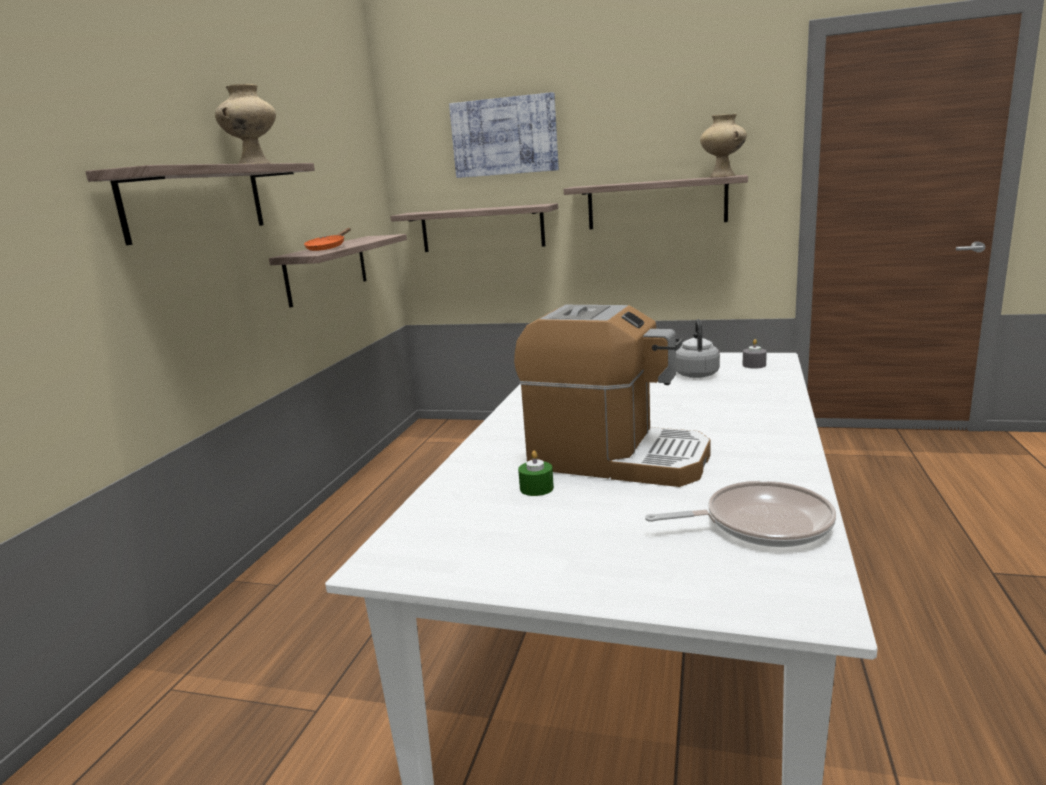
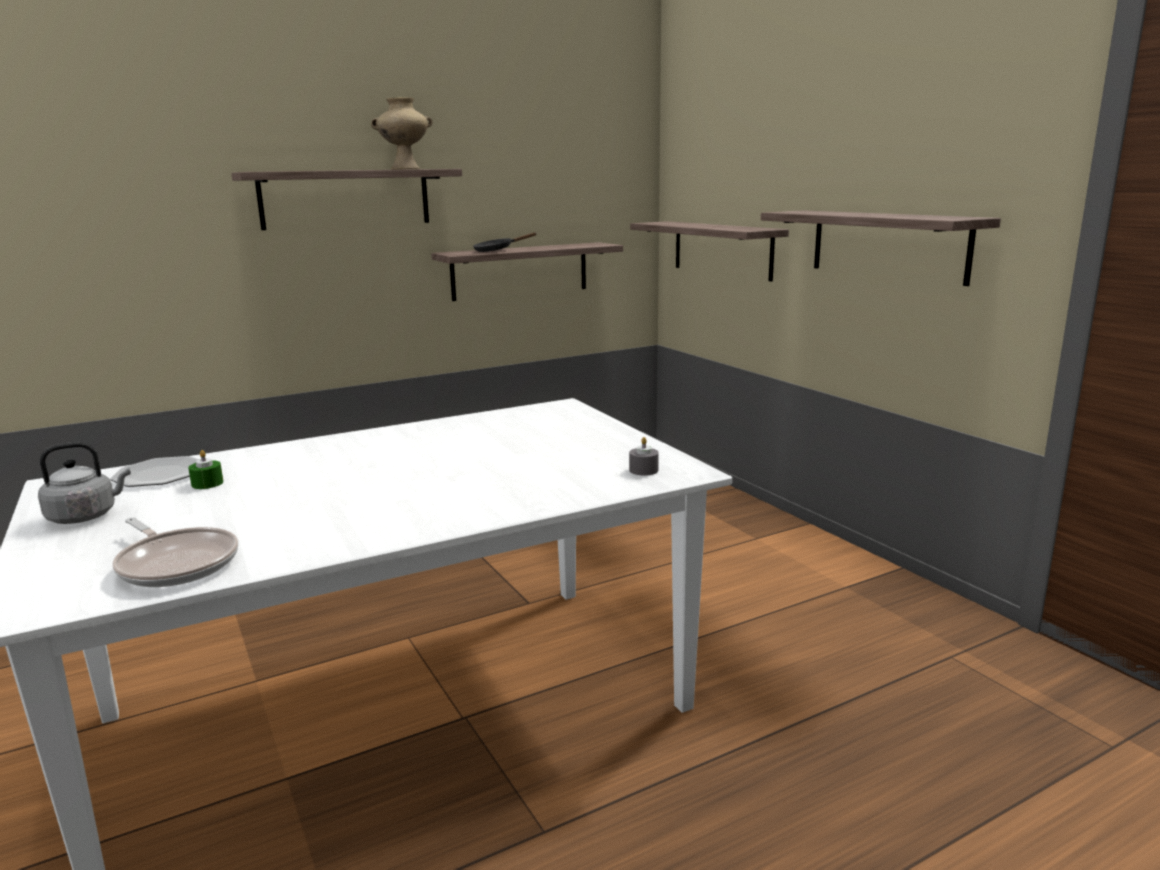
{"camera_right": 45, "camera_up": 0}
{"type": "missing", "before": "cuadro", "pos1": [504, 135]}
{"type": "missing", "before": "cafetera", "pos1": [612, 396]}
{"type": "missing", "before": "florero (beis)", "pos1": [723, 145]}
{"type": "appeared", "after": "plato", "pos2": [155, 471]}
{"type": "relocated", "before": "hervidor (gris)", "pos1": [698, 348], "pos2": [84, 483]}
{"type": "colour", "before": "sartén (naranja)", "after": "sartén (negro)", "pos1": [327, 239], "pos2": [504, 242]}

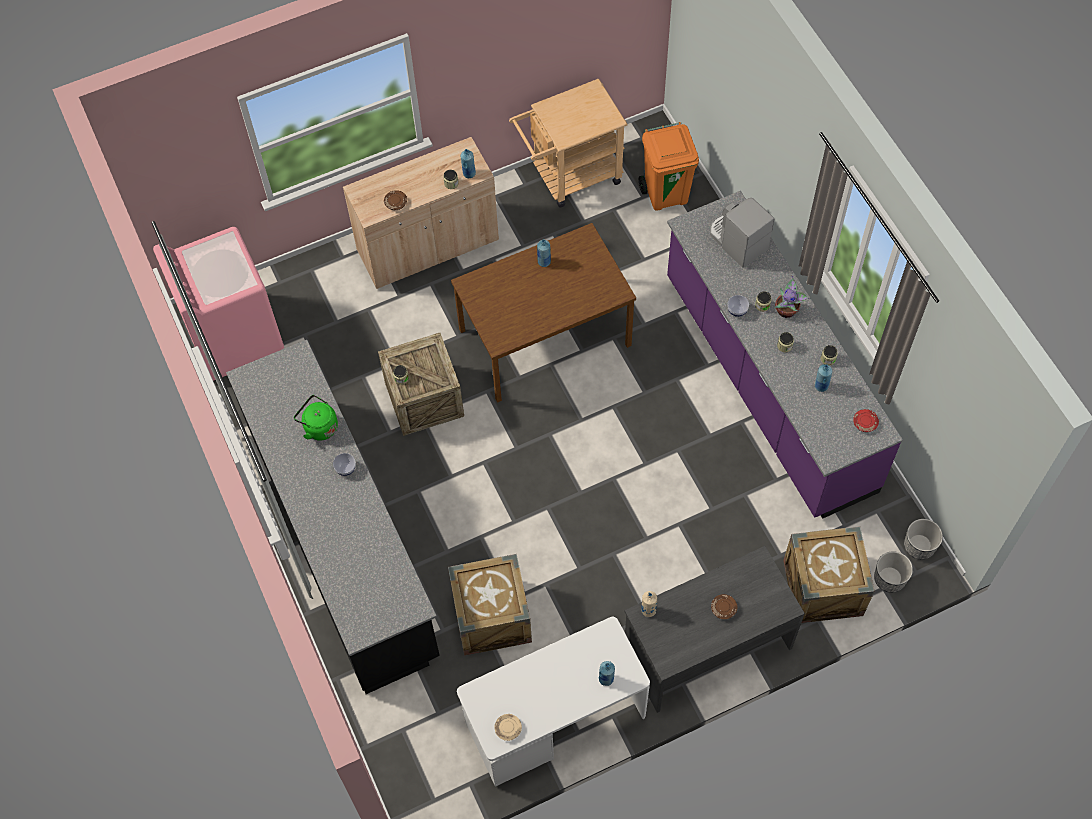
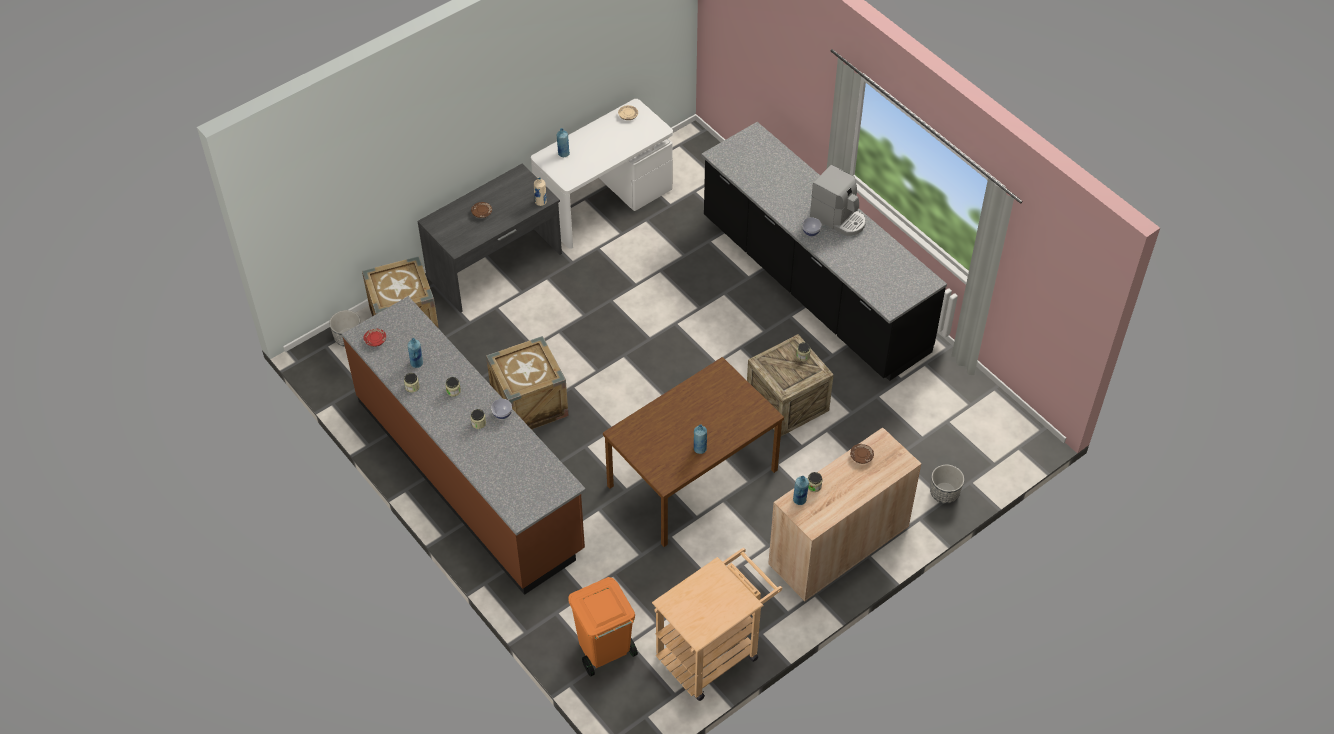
{"camera_right": 165, "camera_up": -10}
{"type": "missing", "before": "lavadora (rosa)", "pos1": [218, 304]}
{"type": "missing", "before": "hervidor (verde)", "pos1": [316, 418]}
{"type": "missing", "before": "planta en maceta", "pos1": [792, 297]}
{"type": "relocated", "before": "caja de embalaje", "pos1": [490, 605], "pos2": [527, 383]}
{"type": "relocated", "before": "cafetera", "pos1": [742, 233], "pos2": [838, 200]}
{"type": "relocated", "before": "maceta", "pos1": [923, 539], "pos2": [947, 484]}
{"type": "colour", "before": "mueble bajo de cocina (morado)", "after": "mueble bajo de cocina (marrón)", "pos1": [785, 354], "pos2": [464, 445]}

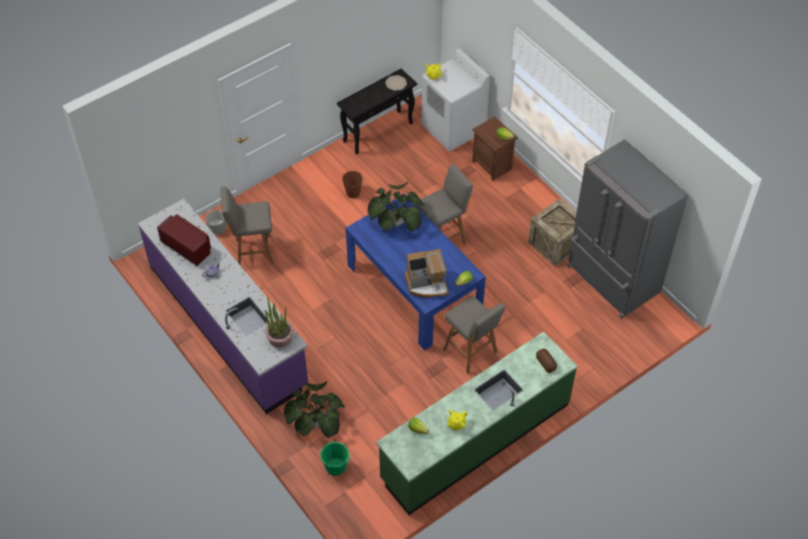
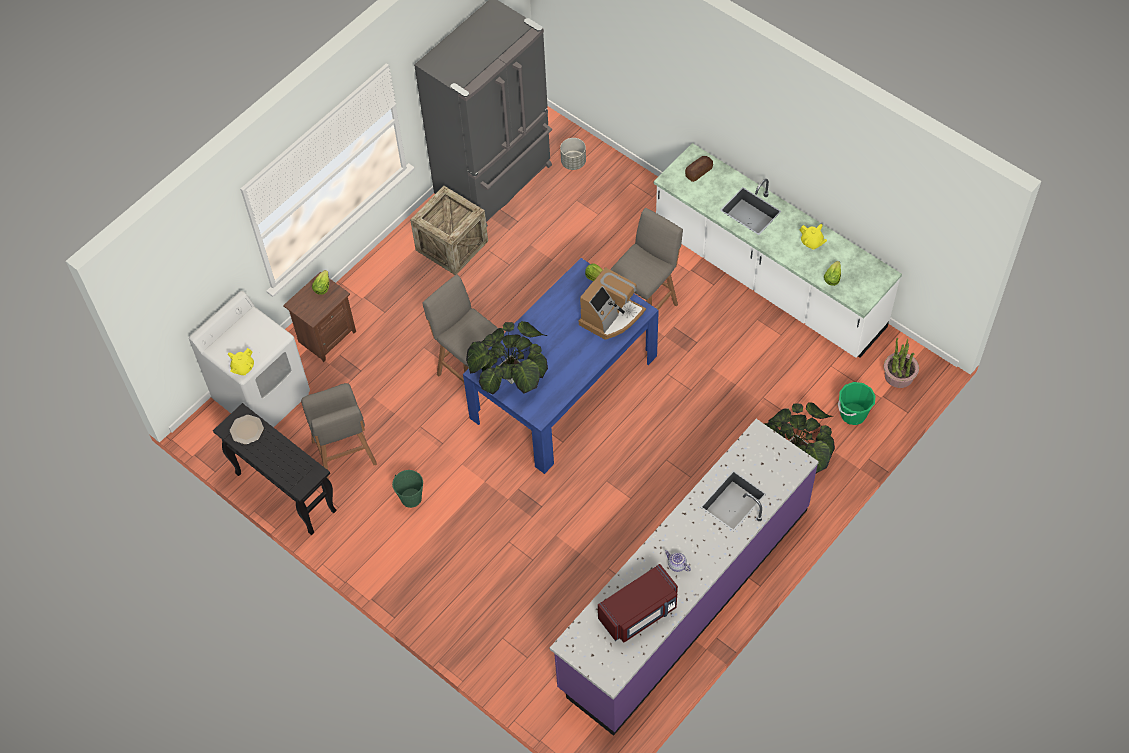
{"camera_right": -100, "camera_up": 5}
{"type": "relocated", "before": "maceta (gris)", "pos1": [216, 222], "pos2": [573, 154]}
{"type": "relocated", "before": "taburete (gris)", "pos1": [247, 226], "pos2": [339, 431]}
{"type": "relocated", "before": "planta en maceta", "pos1": [279, 322], "pos2": [901, 363]}
{"type": "colour", "before": "cubo (marrón)", "after": "cubo (verde)", "pos1": [352, 184], "pos2": [407, 489]}
{"type": "colour", "before": "mueble bajo de cocina (verde)", "after": "mueble bajo de cocina (blanco)", "pos1": [477, 423], "pos2": [778, 250]}
{"type": "spun", "before": "microondas (rojo)", "pos1": [184, 240], "pos2": [638, 603], "turn": -150}
{"type": "spun", "before": "cafetera", "pos1": [427, 273], "pos2": [612, 303], "turn": 60}

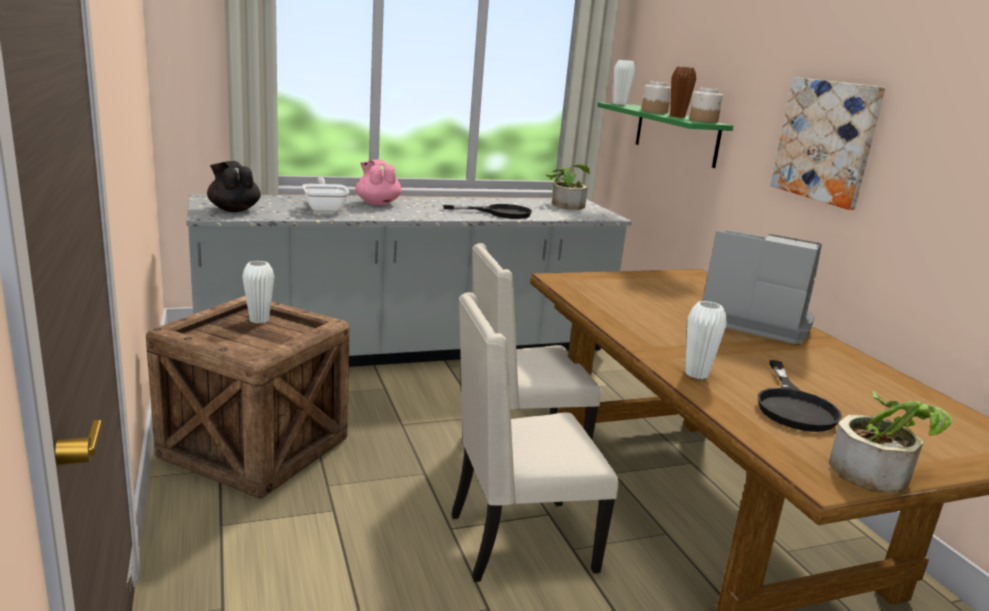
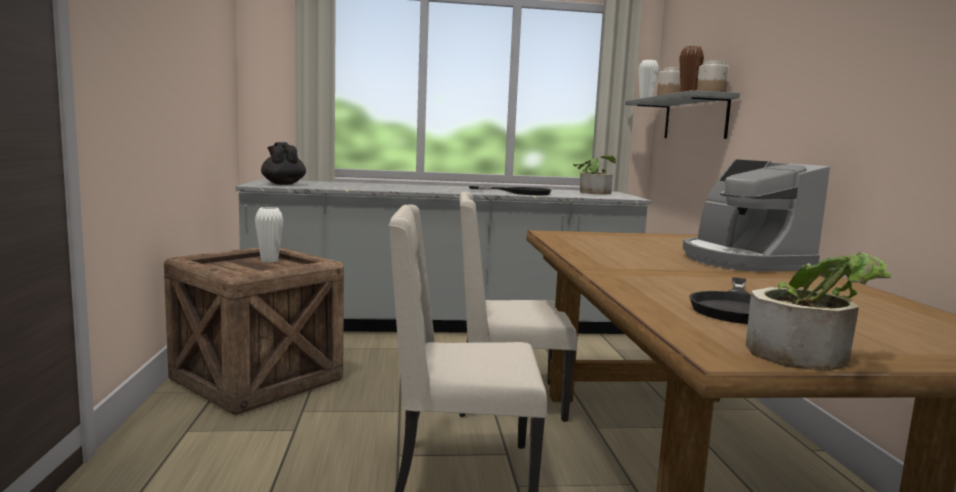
{"camera_right": 15, "camera_up": -10}
{"type": "missing", "before": "sartén", "pos1": [326, 194]}
{"type": "missing", "before": "tetera (rosa)", "pos1": [379, 182]}
{"type": "missing", "before": "florero (blanco)", "pos1": [706, 340]}
{"type": "missing", "before": "cuadro", "pos1": [828, 143]}
{"type": "colour", "before": "estante (verde)", "after": "estante (gris)", "pos1": [665, 135], "pos2": [682, 114]}
{"type": "spun", "before": "cafetera", "pos1": [762, 287], "pos2": [756, 215], "turn": -150}

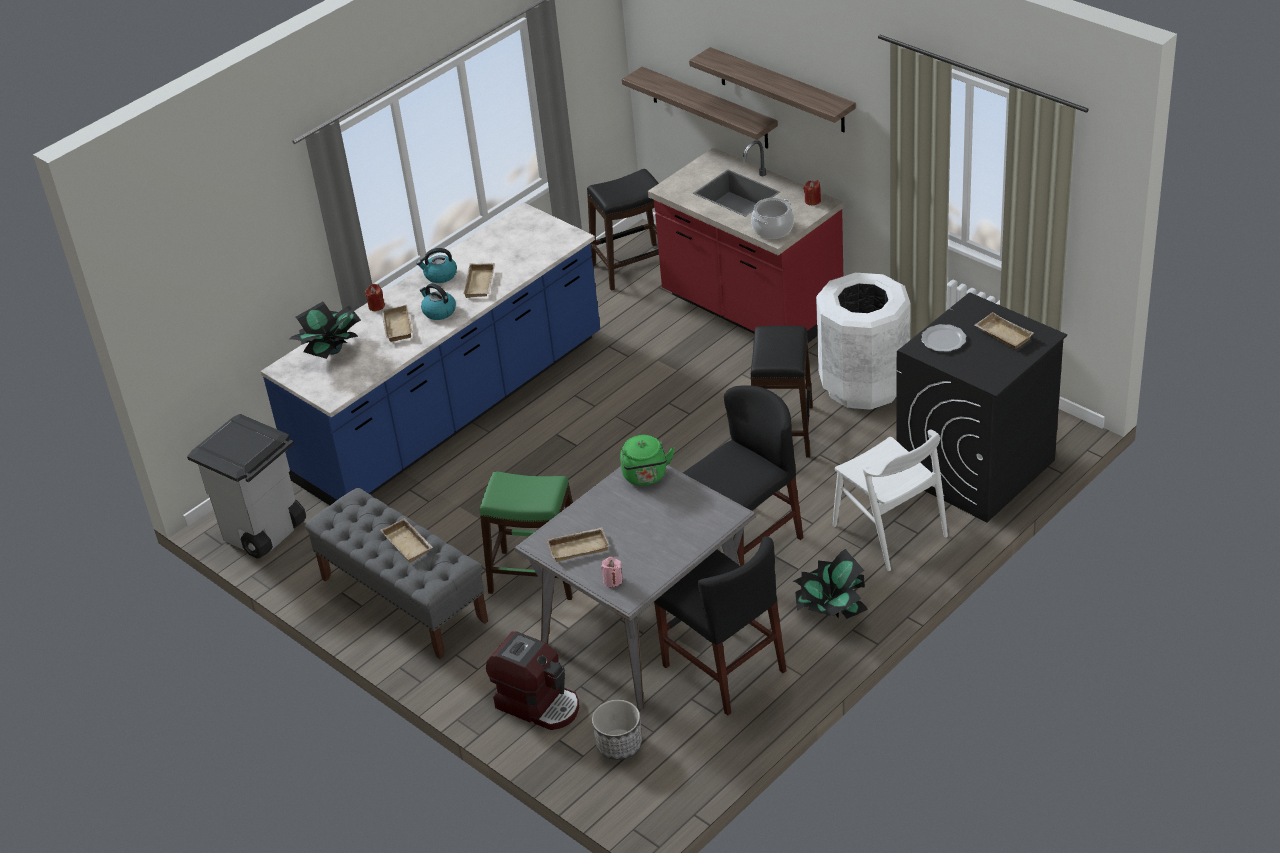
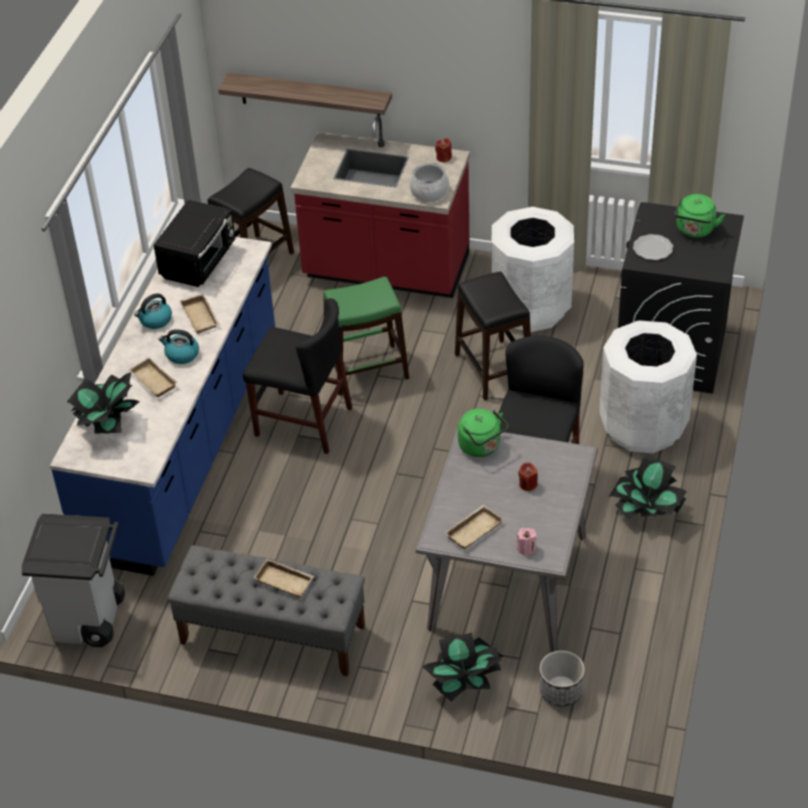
{"camera_right": -30, "camera_up": 5}
{"type": "missing", "before": "estante", "pos1": [772, 89]}
{"type": "appeared", "after": "microondas (negro)", "pos2": [194, 243]}
{"type": "relocated", "before": "vela (rojo)", "pos1": [375, 297], "pos2": [528, 476]}
{"type": "relocated", "before": "taburete (verde)", "pos1": [526, 536], "pos2": [366, 336]}
{"type": "relocated", "before": "silla (negro)", "pos1": [720, 625], "pos2": [297, 376]}
{"type": "exchanged", "before": "cafetera", "after": "planta en maceta", "pos1": [532, 680], "pos2": [463, 667]}
{"type": "exchanged", "before": "silla (blanco)", "after": "papelera (blanco)", "pos1": [890, 500], "pos2": [648, 386]}
{"type": "exchanged", "before": "bandeja (beis)", "after": "hervidor (verde)", "pos1": [1004, 330], "pos2": [700, 216]}

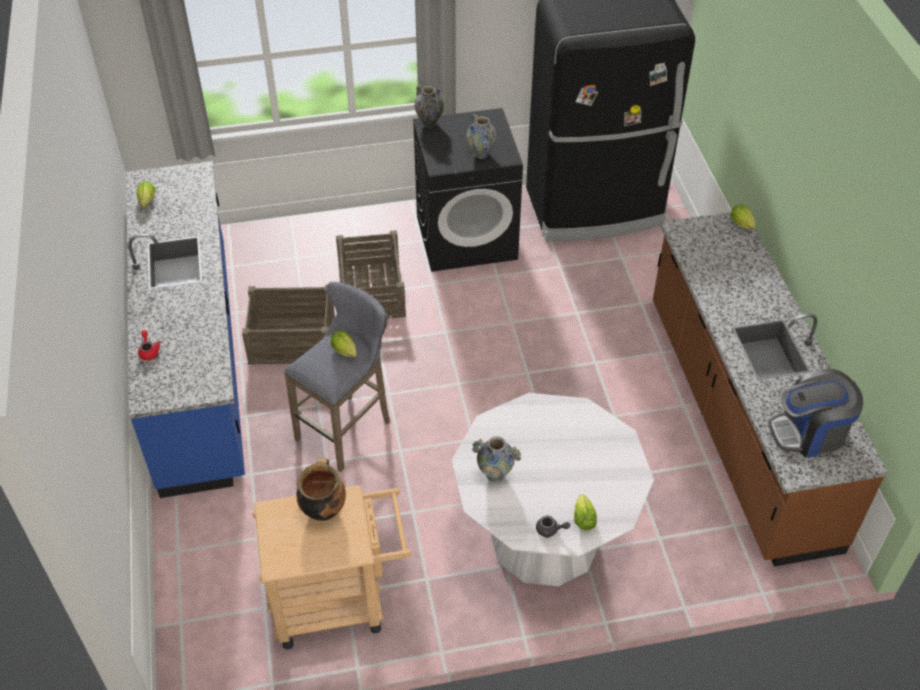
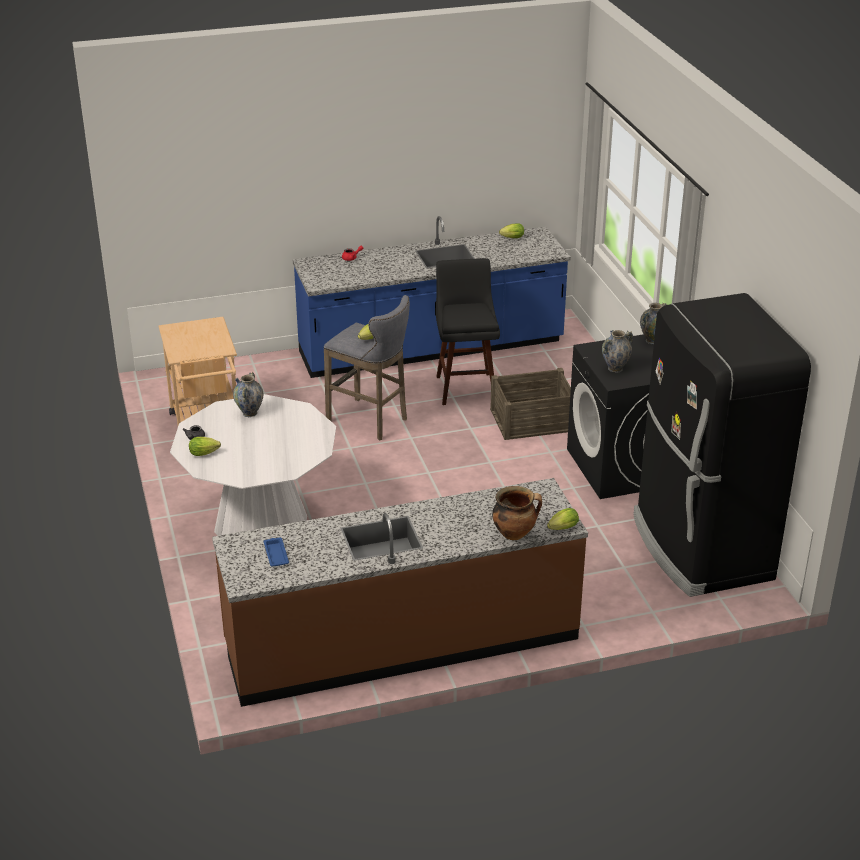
{"camera_right": 85, "camera_up": -15}
{"type": "relocated", "before": "olla", "pos1": [321, 489], "pos2": [517, 513]}
{"type": "exchanged", "before": "caja de embalaje", "after": "taburete (negro)", "pos1": [288, 325], "pos2": [468, 331]}
{"type": "exchanged", "before": "cafetera", "after": "bandeja (azul)", "pos1": [816, 413], "pos2": [276, 552]}

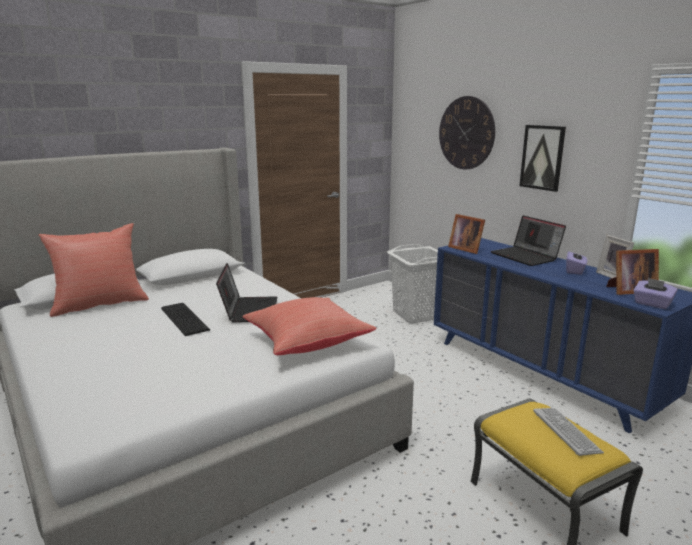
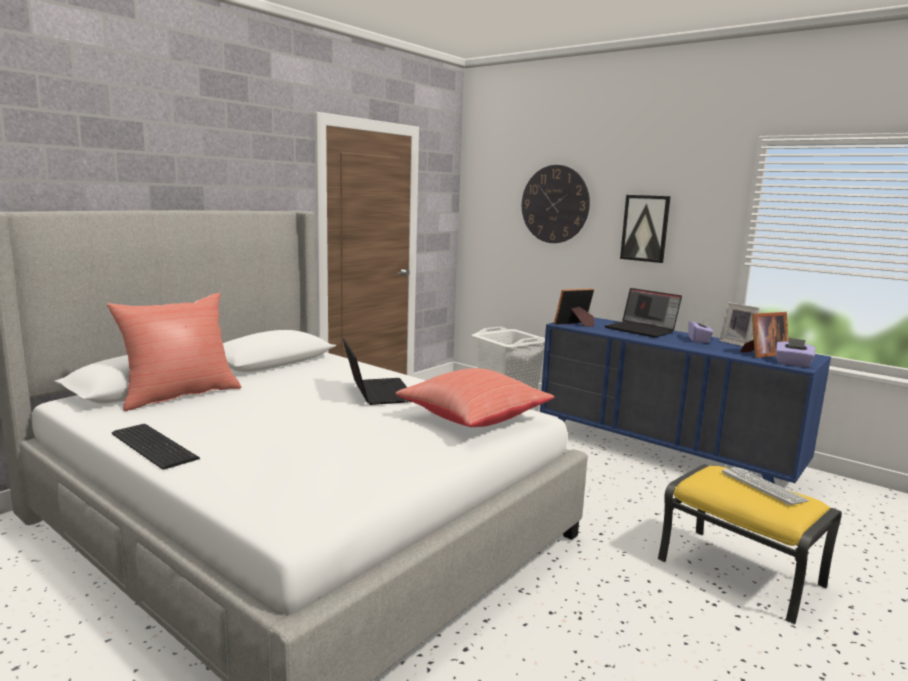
{"camera_right": -15, "camera_up": -5}
{"type": "relocated", "before": "teclado", "pos1": [185, 319], "pos2": [156, 447]}
{"type": "spun", "before": "portarretratos", "pos1": [466, 234], "pos2": [574, 307], "turn": 120}

